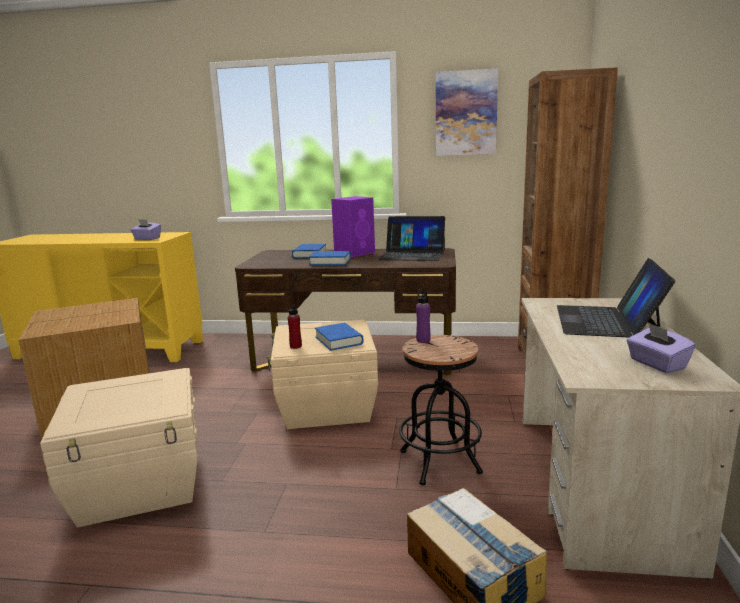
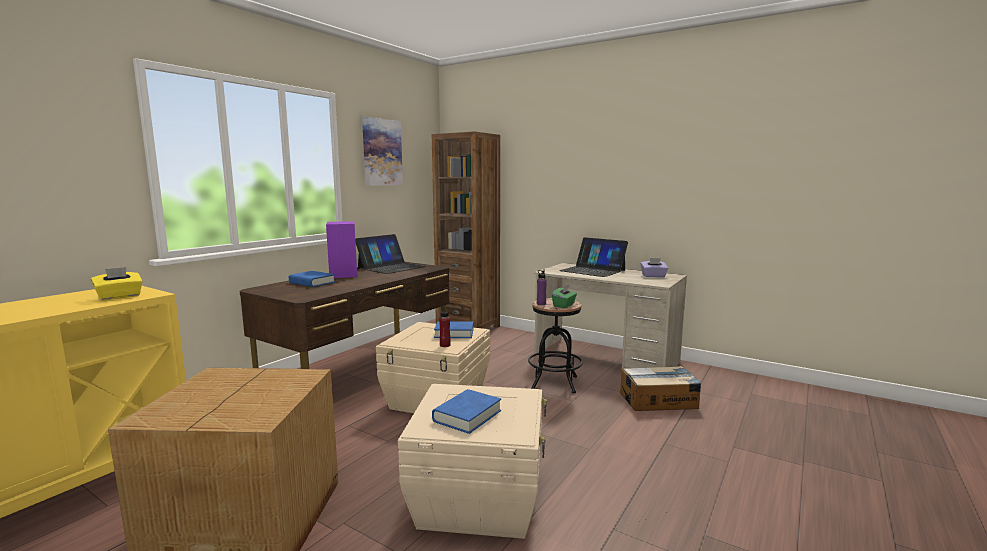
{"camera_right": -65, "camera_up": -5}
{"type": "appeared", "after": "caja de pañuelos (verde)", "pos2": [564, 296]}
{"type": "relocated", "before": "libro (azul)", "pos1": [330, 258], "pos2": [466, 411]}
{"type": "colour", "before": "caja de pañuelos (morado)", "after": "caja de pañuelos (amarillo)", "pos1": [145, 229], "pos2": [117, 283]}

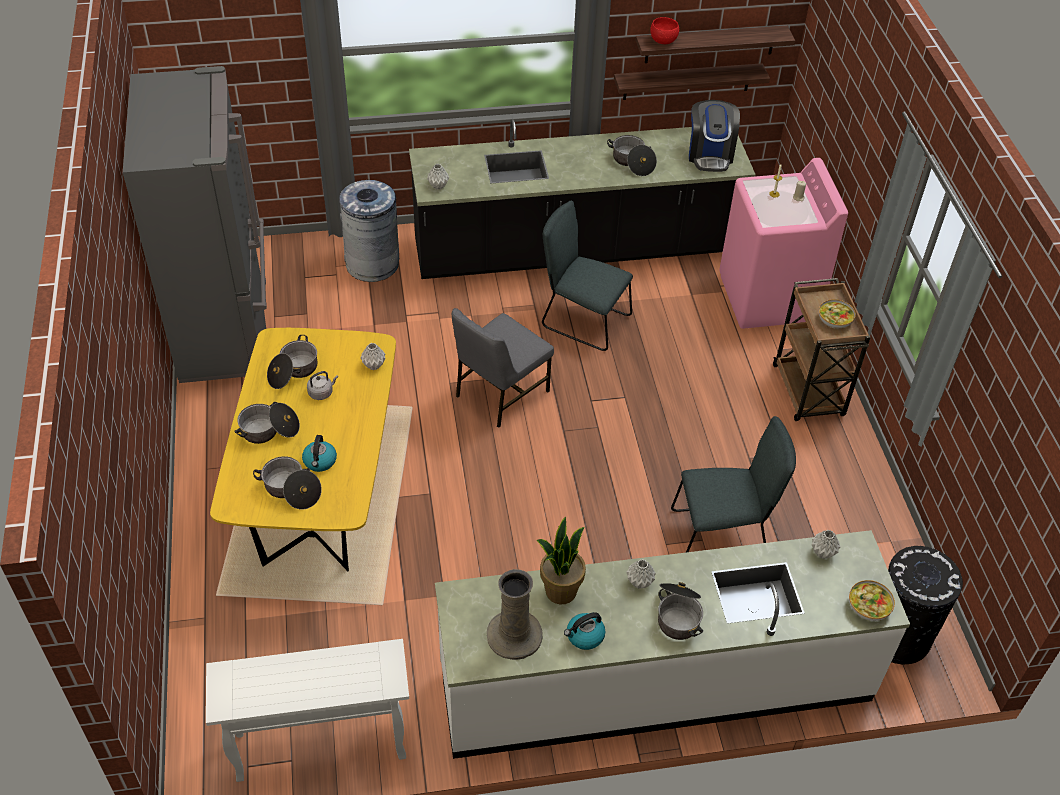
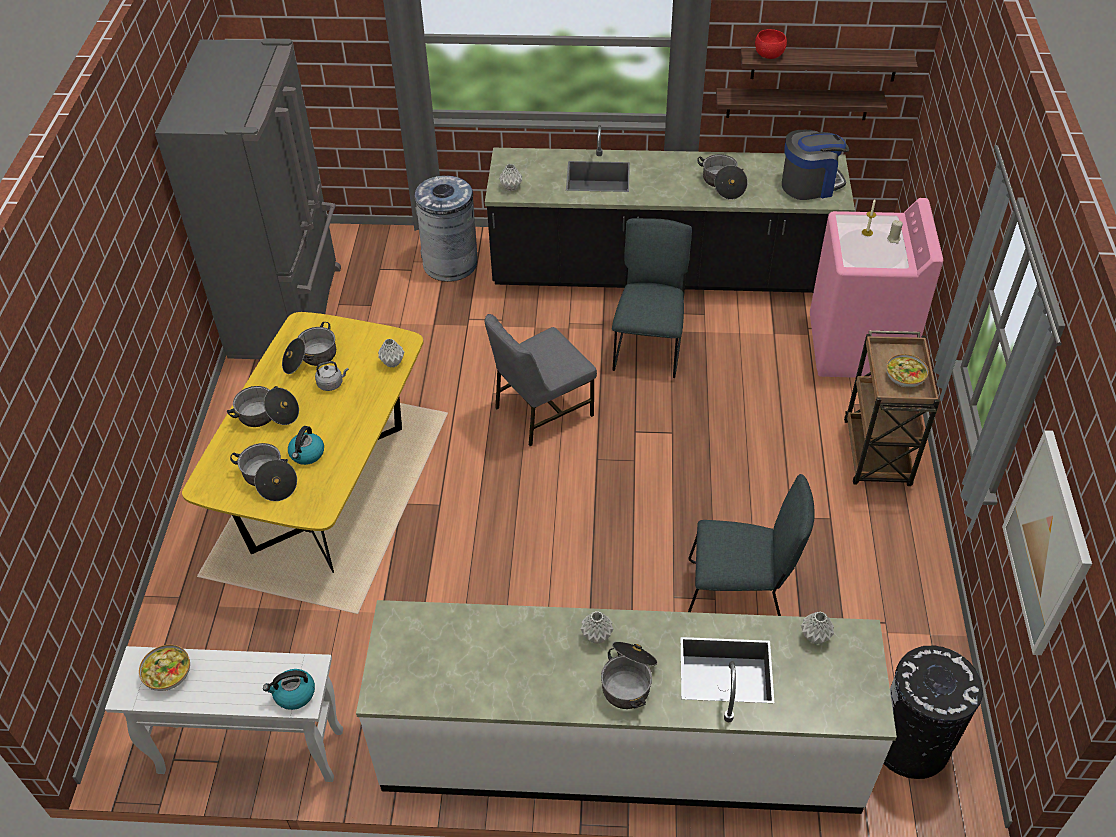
{"camera_right": 15, "camera_up": 0}
{"type": "missing", "before": "florero (beis)", "pos1": [515, 614]}
{"type": "missing", "before": "planta en maceta", "pos1": [561, 560]}
{"type": "appeared", "after": "cuadro", "pos2": [1047, 542]}
{"type": "relocated", "before": "hervidor", "pos1": [584, 631], "pos2": [289, 689]}
{"type": "relocated", "before": "cuenco", "pos1": [872, 600], "pos2": [164, 668]}
{"type": "spun", "before": "silla (gris)", "pos1": [587, 275], "pos2": [652, 298], "turn": 60}
{"type": "spun", "before": "cafetera", "pos1": [714, 136], "pos2": [815, 165], "turn": -120}

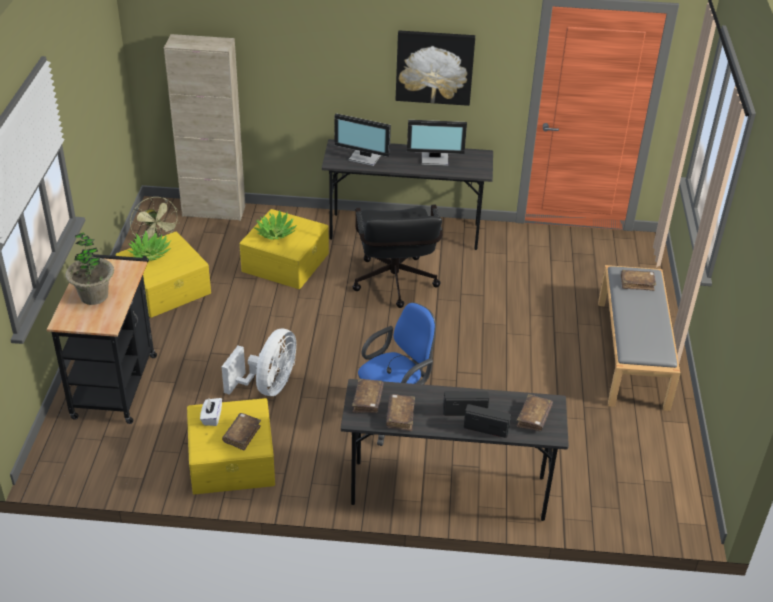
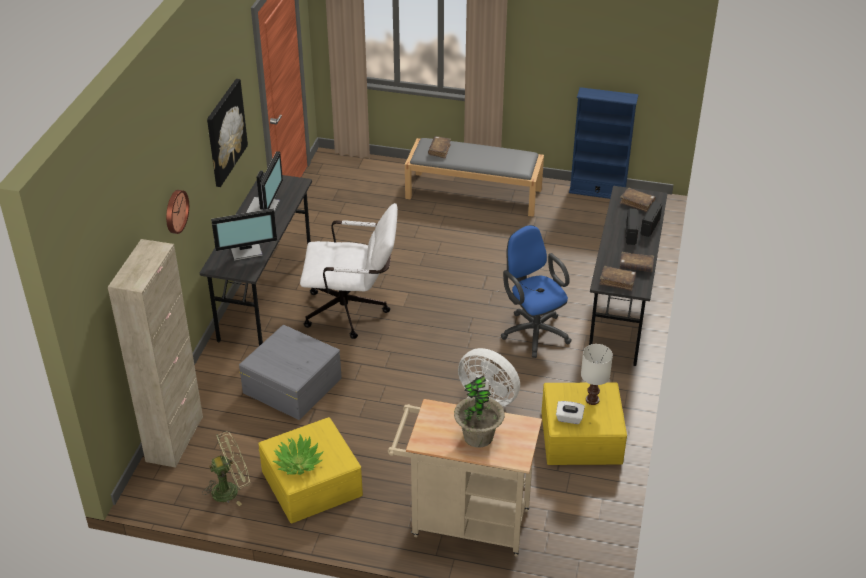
{"camera_right": -80, "camera_up": 0}
{"type": "missing", "before": "planta en maceta", "pos1": [275, 225]}
{"type": "appeared", "after": "reloj de pared", "pos2": [177, 212]}
{"type": "appeared", "after": "estantería (azul)", "pos2": [604, 143]}
{"type": "exchanged", "before": "libro (marrón)", "after": "lámpara de mesa (blanco)", "pos1": [241, 432], "pos2": [597, 374]}
{"type": "colour", "before": "carrito (negro)", "after": "carrito (beis)", "pos1": [102, 338], "pos2": [465, 478]}
{"type": "colour", "before": "caja de almacenaje (amarillo)", "after": "caja de almacenaje (gris)", "pos1": [284, 249], "pos2": [290, 372]}
{"type": "colour", "before": "silla de oficina (negro)", "after": "silla de oficina (blanco)", "pos1": [397, 256], "pos2": [349, 271]}
{"type": "spun", "before": "monitor", "pos1": [362, 139], "pos2": [244, 234], "turn": 45}

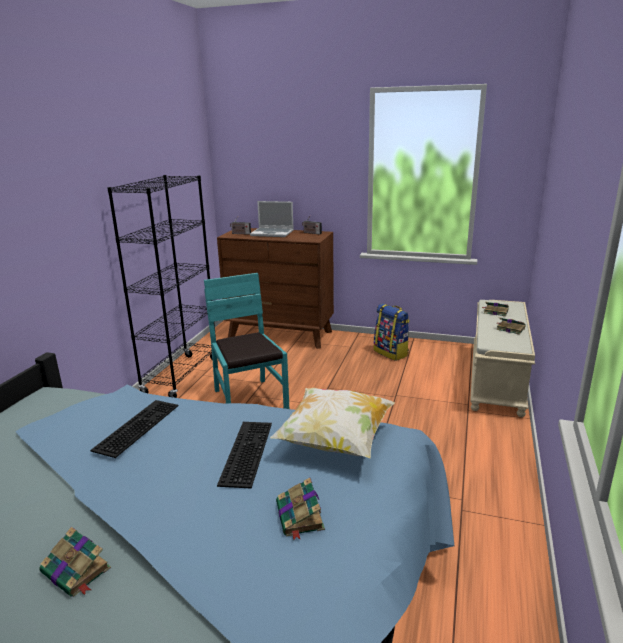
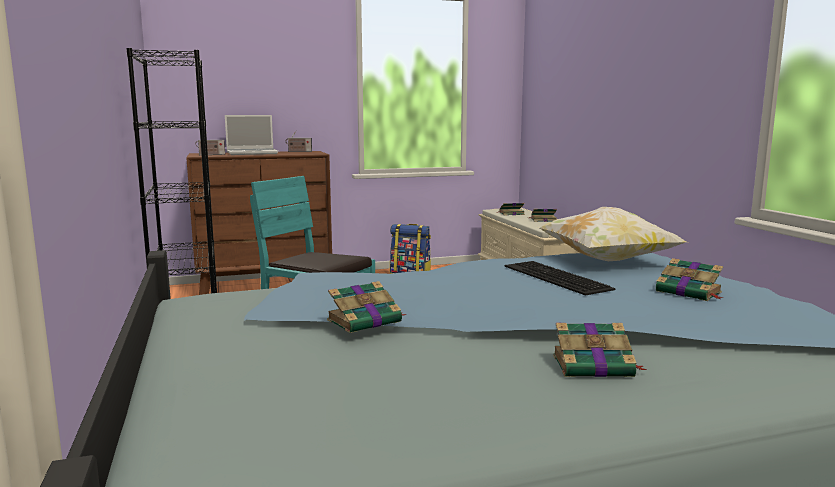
{"camera_right": -35, "camera_up": -10}
{"type": "missing", "before": "teclado", "pos1": [134, 429]}
{"type": "appeared", "after": "libro", "pos2": [367, 307]}

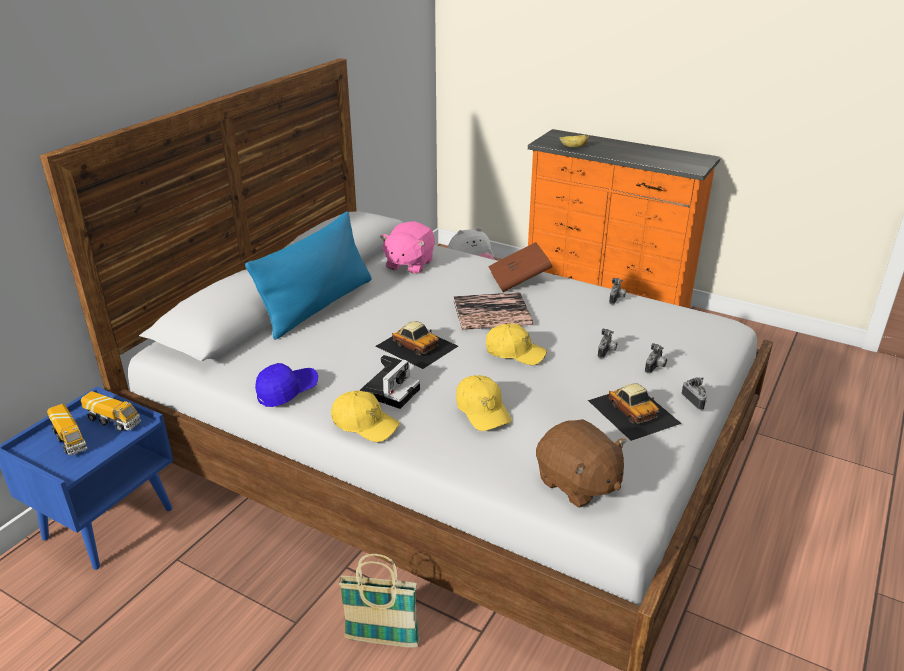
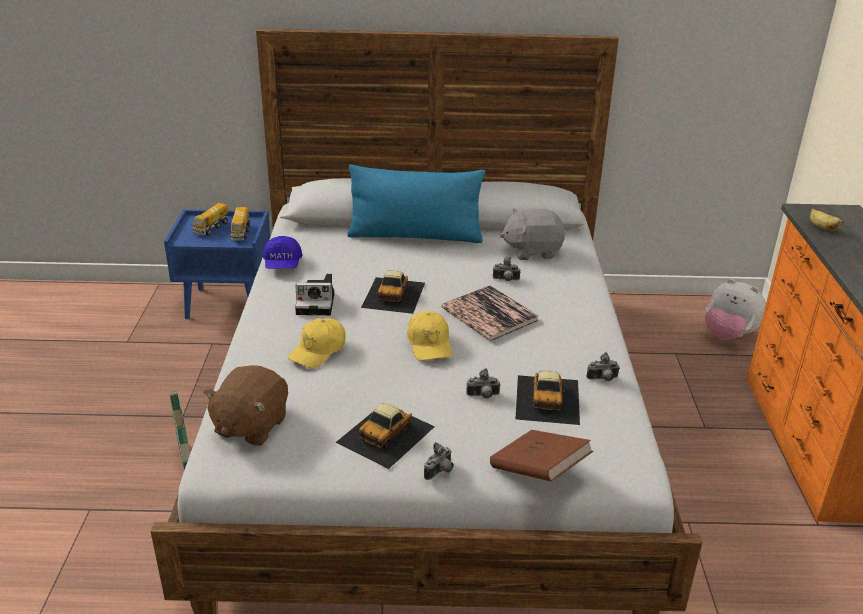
{"camera_right": 60, "camera_up": 0}
{"type": "missing", "before": "gorra (amarillo)", "pos1": [365, 416]}
{"type": "appeared", "after": "coche de juguete", "pos2": [548, 398]}
{"type": "relocated", "before": "libro (marrón)", "pos1": [520, 267], "pos2": [541, 456]}
{"type": "relocated", "before": "cámara", "pos1": [656, 358], "pos2": [506, 269]}
{"type": "colour", "before": "peluche (rosa)", "after": "peluche (gris)", "pos1": [407, 248], "pos2": [532, 234]}
{"type": "spun", "before": "gorra (azul)", "pos1": [286, 385], "pos2": [283, 252], "turn": 60}

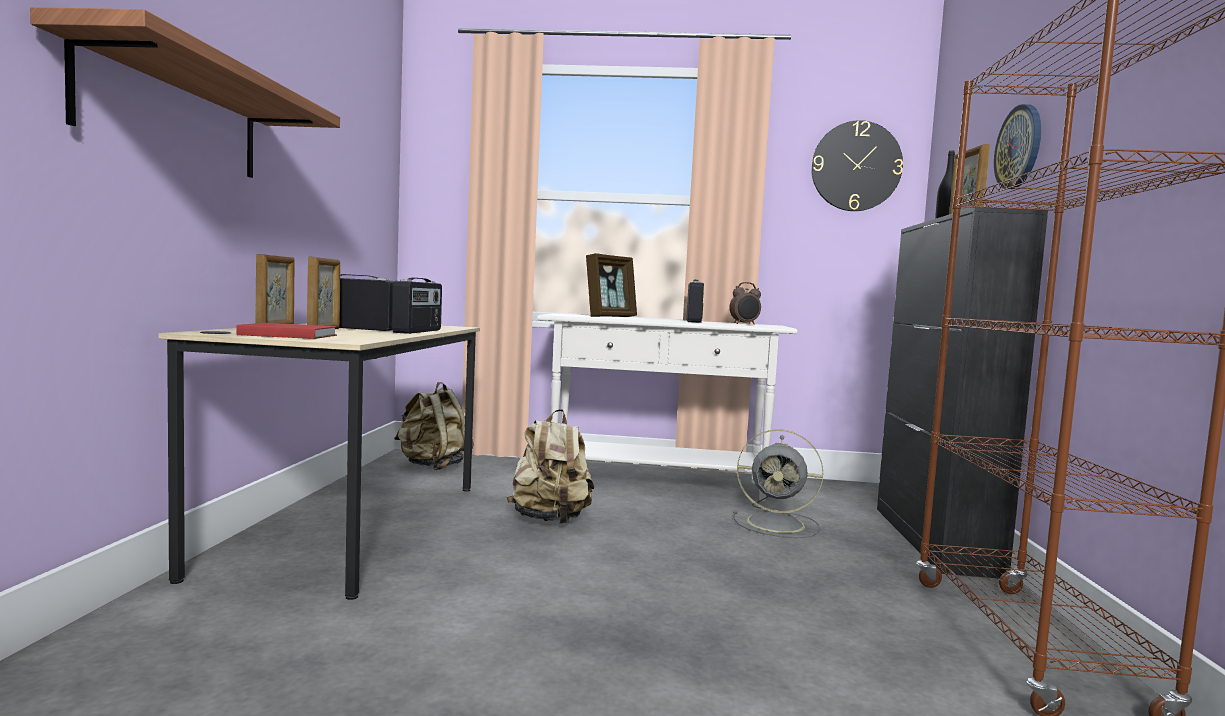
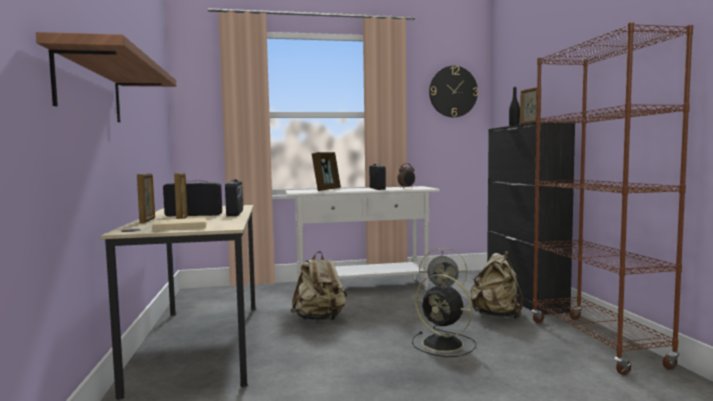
{"camera_right": -15, "camera_up": 0}
{"type": "missing", "before": "reloj de pared", "pos1": [1017, 146]}
{"type": "appeared", "after": "ventilador (negro)", "pos2": [444, 315]}
{"type": "relocated", "before": "mochila (beis)", "pos1": [434, 426], "pos2": [497, 285]}
{"type": "colour", "before": "libro (rojo)", "after": "libro (beis)", "pos1": [286, 331], "pos2": [179, 224]}

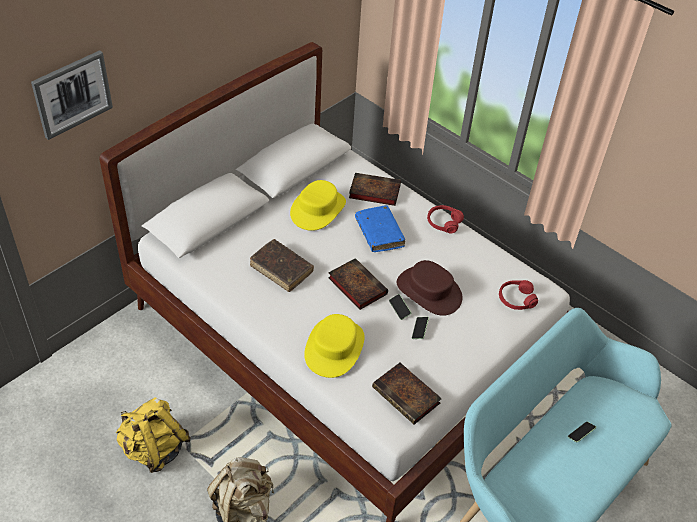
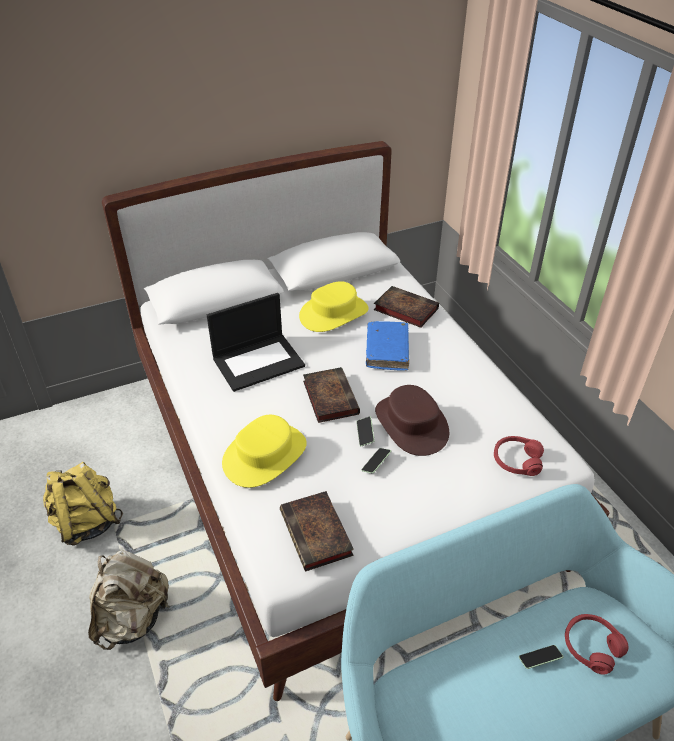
{"camera_right": 25, "camera_up": -5}
{"type": "missing", "before": "cuadro", "pos1": [72, 95]}
{"type": "relocated", "before": "auriculares (rojo)", "pos1": [445, 219], "pos2": [597, 644]}
{"type": "exchanged", "before": "libro (marrón)", "after": "portátil", "pos1": [282, 265], "pos2": [256, 342]}

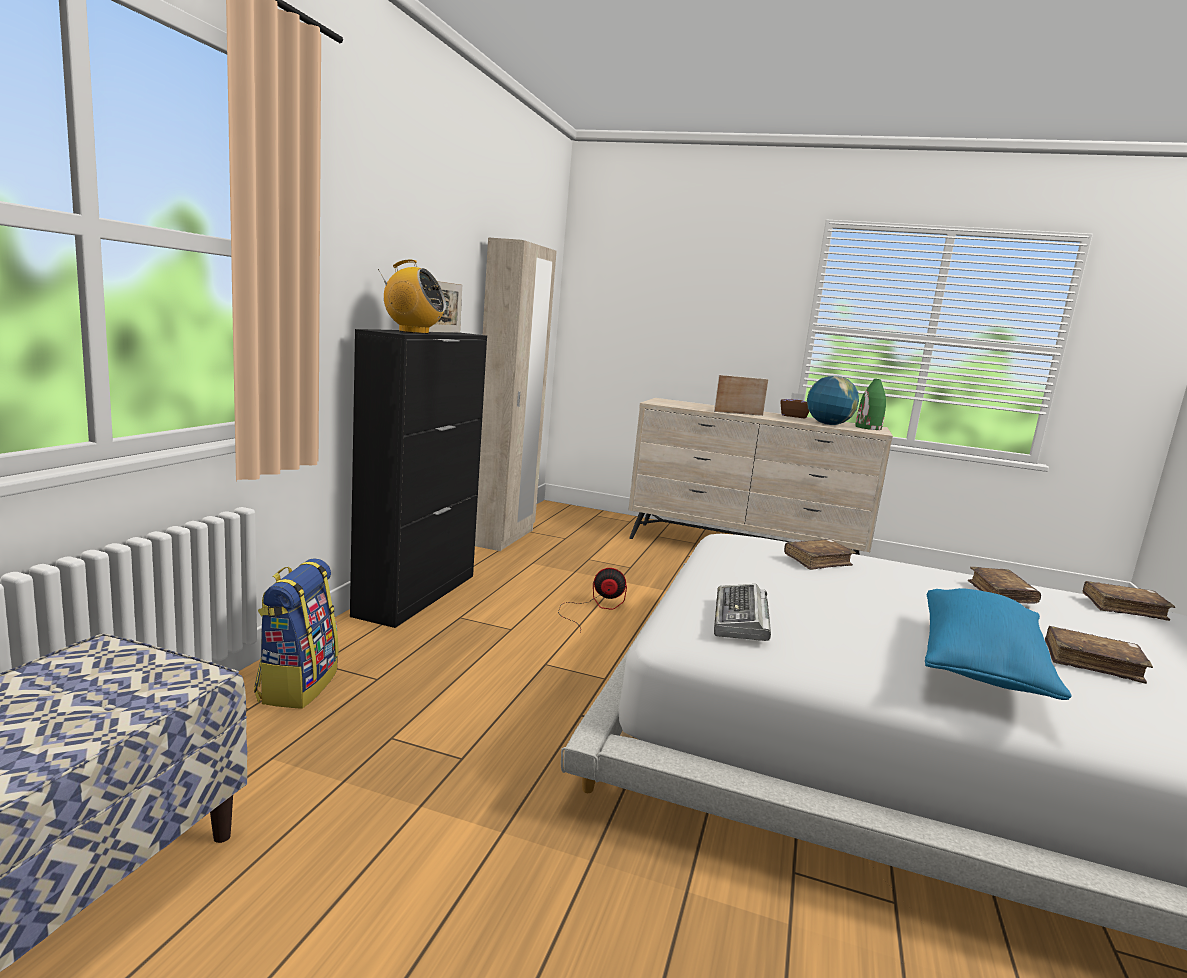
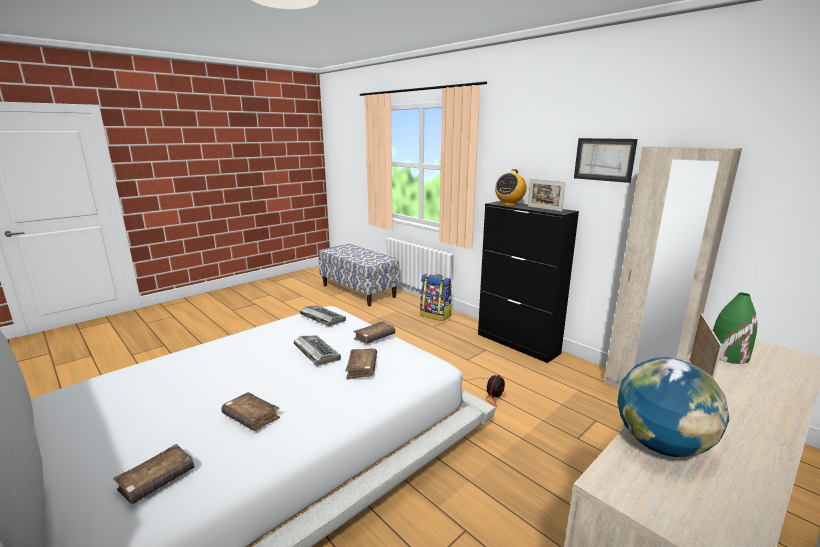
{"camera_right": 120, "camera_up": 5}
{"type": "missing", "before": "caja de pañuelos (marrón)", "pos1": [794, 405]}
{"type": "missing", "before": "cojín (azul)", "pos1": [998, 644]}
{"type": "appeared", "after": "teclado", "pos2": [317, 350]}
{"type": "appeared", "after": "cuadro", "pos2": [606, 160]}
{"type": "relocated", "before": "florero (verde)", "pos1": [870, 404], "pos2": [735, 328]}
{"type": "relocated", "before": "libro (marrón)", "pos1": [1099, 655], "pos2": [374, 332]}

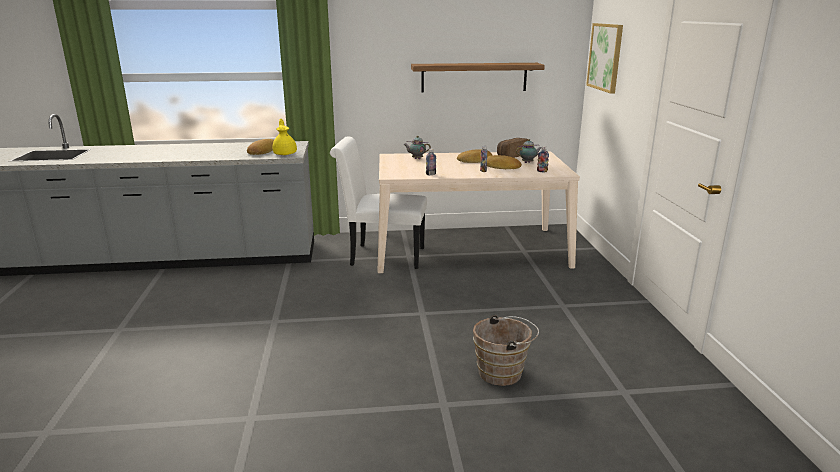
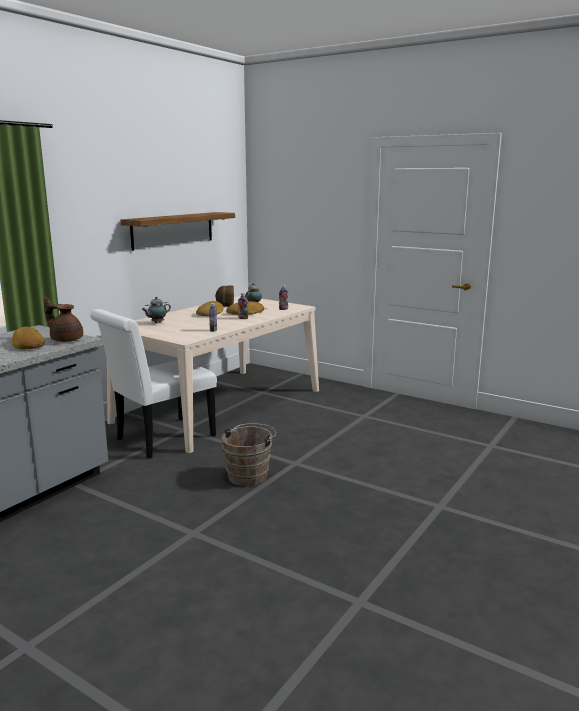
{"camera_right": -50, "camera_up": -5}
{"type": "missing", "before": "cuadro", "pos1": [604, 58]}
{"type": "relocated", "before": "cubo (marrón)", "pos1": [506, 350], "pos2": [248, 454]}
{"type": "colour", "before": "tetera (amarillo)", "after": "tetera (marrón)", "pos1": [284, 137], "pos2": [63, 319]}

